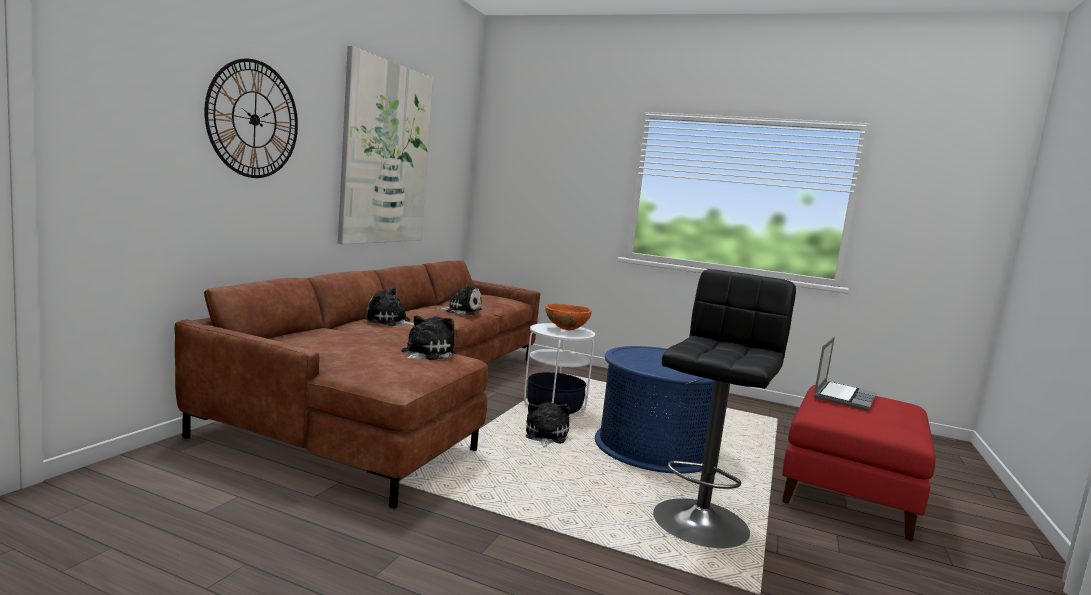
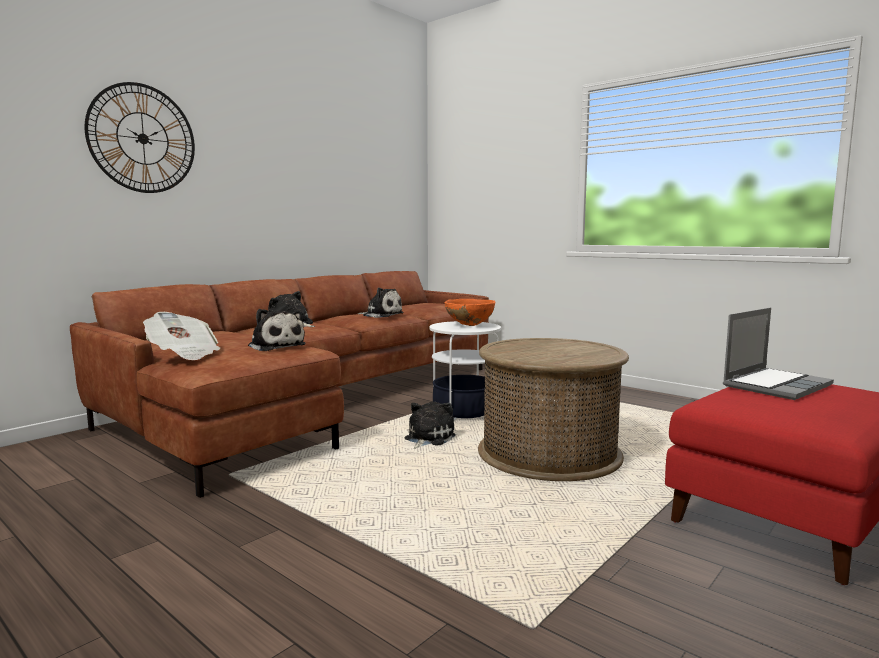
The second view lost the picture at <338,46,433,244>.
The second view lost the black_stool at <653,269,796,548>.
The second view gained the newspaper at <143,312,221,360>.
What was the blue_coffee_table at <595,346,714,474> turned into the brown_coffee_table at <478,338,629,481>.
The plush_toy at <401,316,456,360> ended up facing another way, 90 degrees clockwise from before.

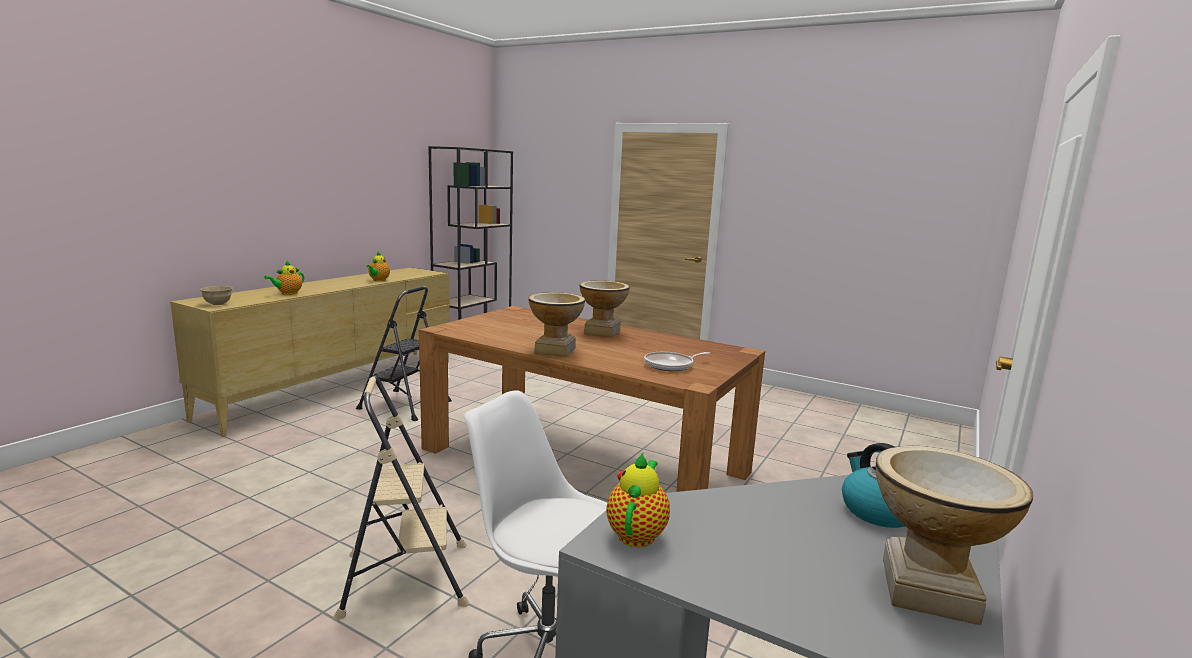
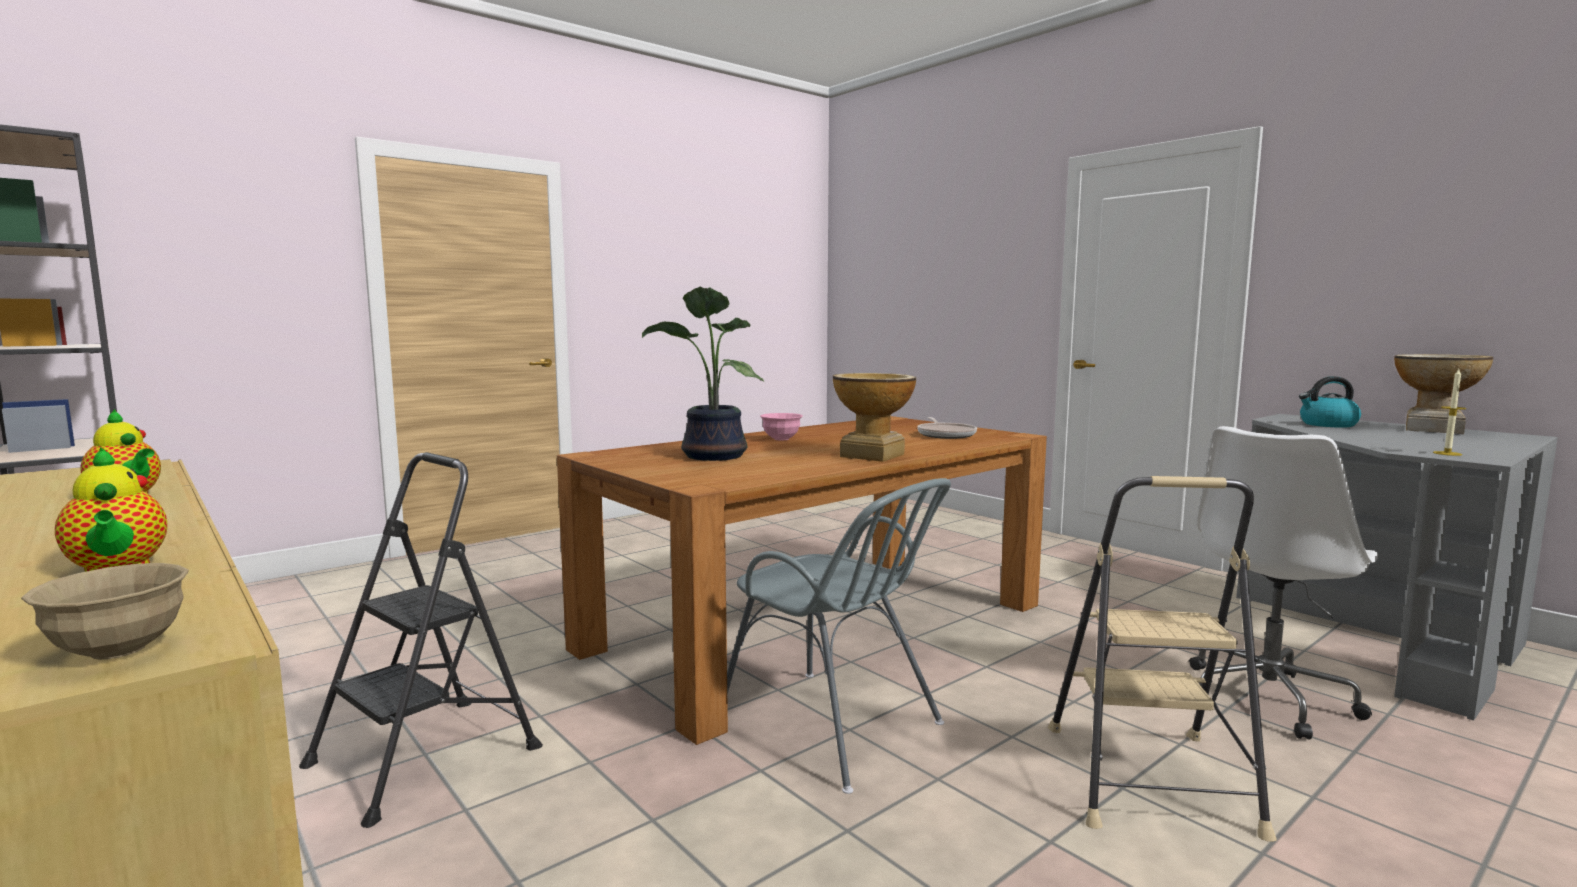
The second view gained the potted_plant at <642,286,764,461>.
The second view gained the grey_chair at <727,478,951,794>.
Where the vase stood at <580,280,630,337>, the pink_bowl came to stand at <760,413,803,441>.
Where the teapot stood at <606,453,670,547>, the candle came to stand at <1433,369,1466,456>.

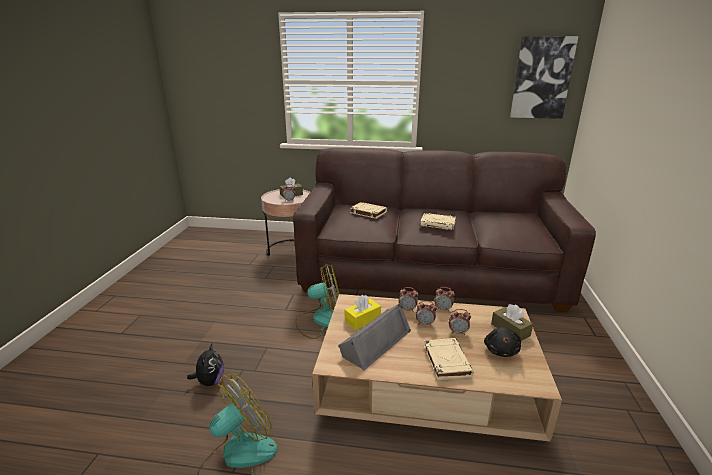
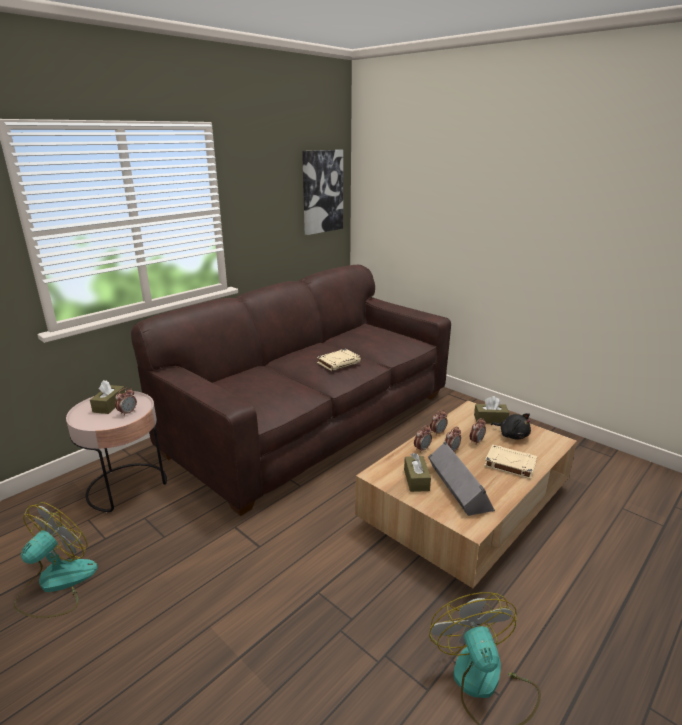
The second view lost the plush_toy at <187,344,224,386>.
The second view lost the beige_book at <350,202,387,219>.
The fan ended up elsewhere, having gone from <295,263,339,339> to <14,502,98,618>.
What was the yellow_tissue_box at <345,295,381,330> turned into the brown_tissue_box at <404,453,431,492>.

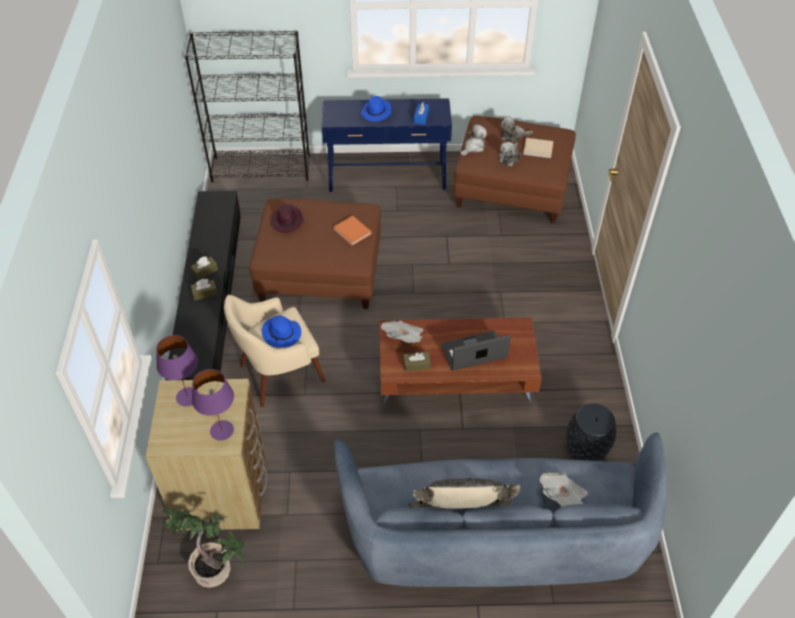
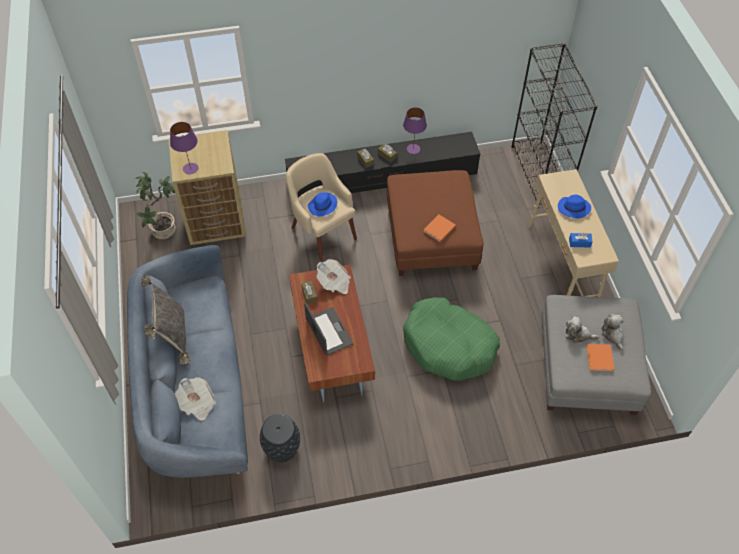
The second view lost the purple_hat at <271,204,304,233>.
The second view lost the plush_toy at <460,124,487,156>.
The second view gained the green_dog_bed at <403,297,500,381>.
The purple_table_lamp ended up elsewhere, having gone from <156,335,199,406> to <403,107,427,154>.
What was the blue_console_table at <322,98,452,192> turned into the beige_console_table at <528,169,619,297>.
What was the brown_ottoman at <454,116,576,223> turned into the grey_ottoman at <542,295,651,415>.
What was the beige_book at <523,138,553,158> turned into the orange_book at <586,344,615,371>.

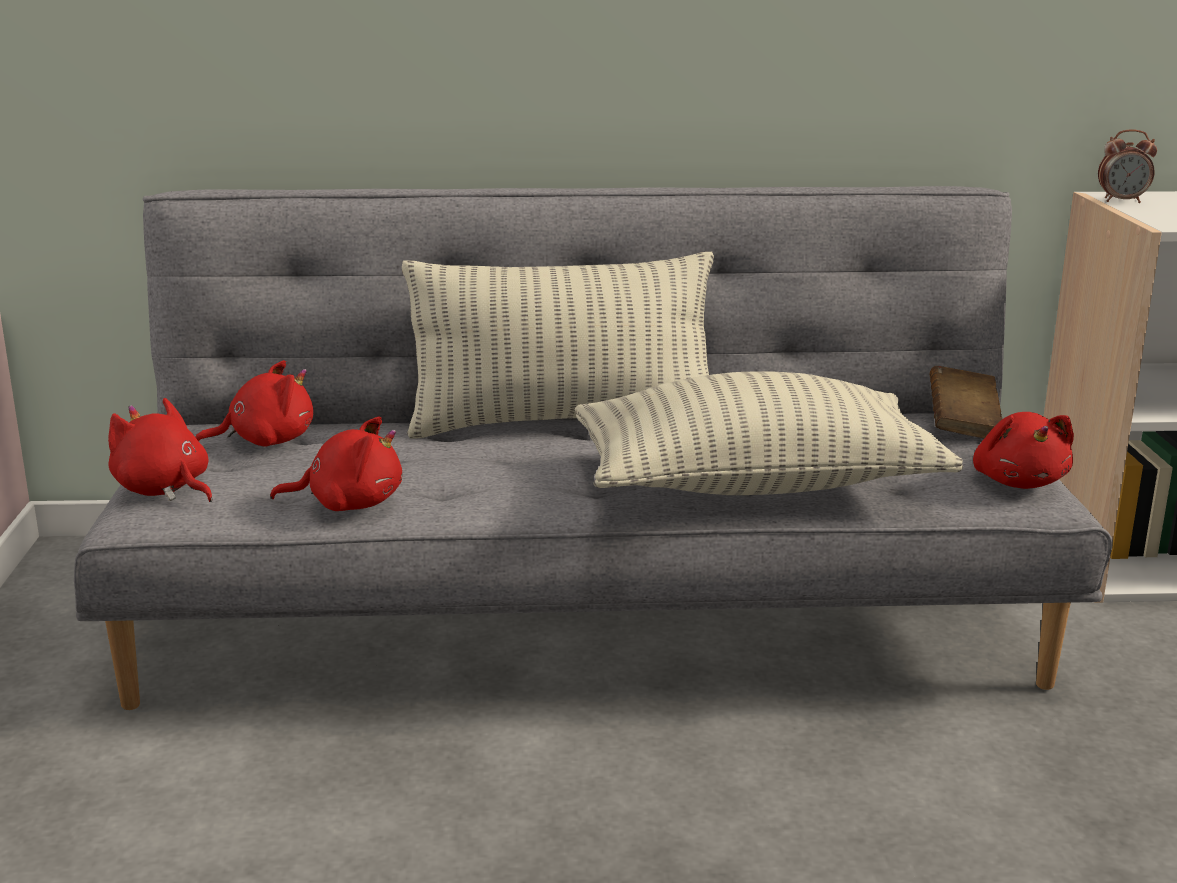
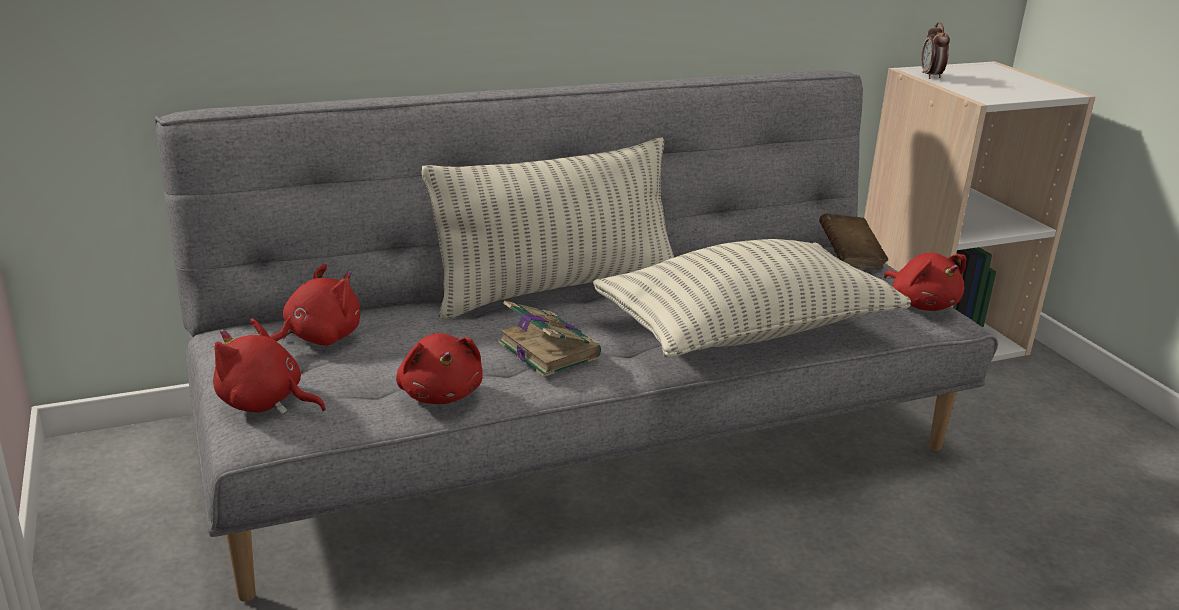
The second view gained the book at <498,301,601,377>.
The red_plush_toy at <270,417,402,511> ended up facing another way, 90 degrees clockwise from before.
The alarm_clock at <1098,129,1157,203> ended up facing another way, 105 degrees clockwise from before.

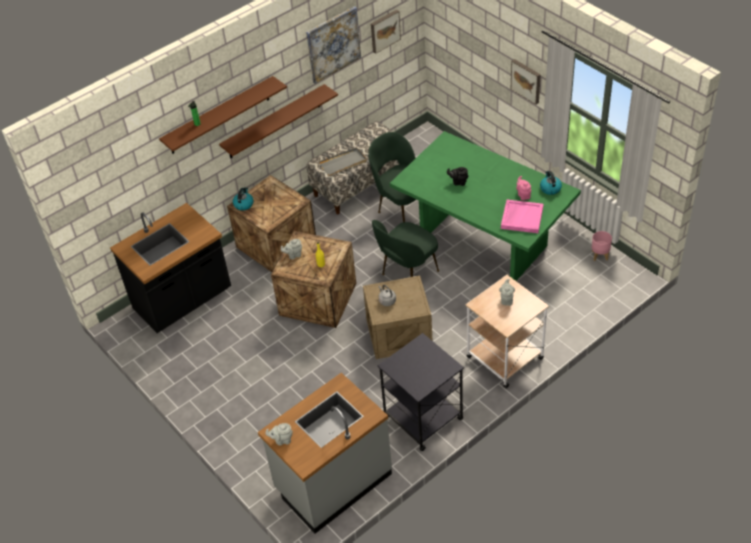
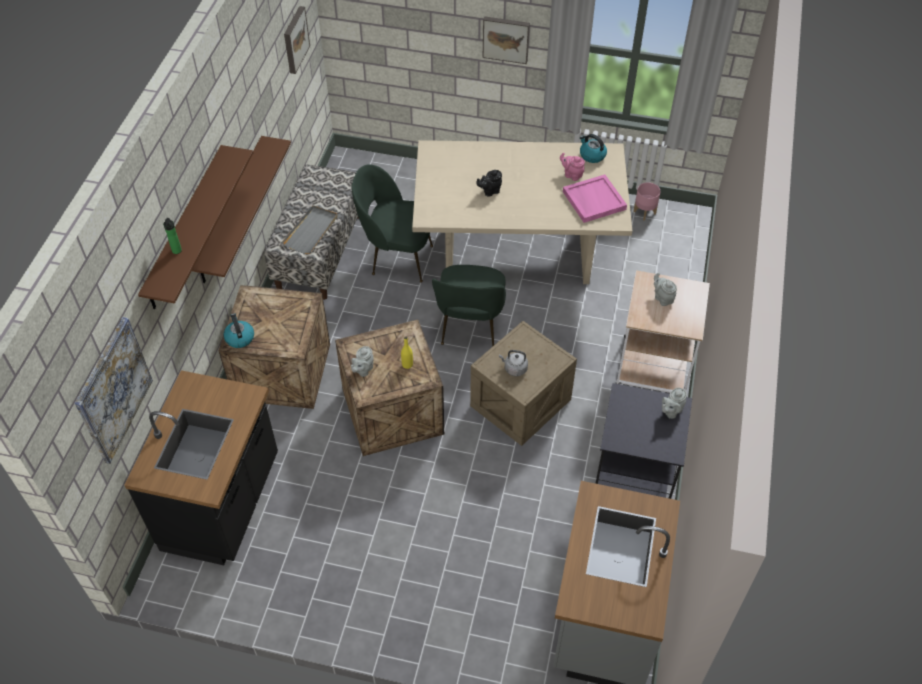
The grey_teapot ended up elsewhere, having gone from <265,423,293,446> to <662,388,687,419>.
The picture ended up elsewhere, having gone from <306,6,361,84> to <75,317,153,464>.
What was the green_dining_table at <390,131,581,281> turned into the beige_dining_table at <412,140,633,284>.

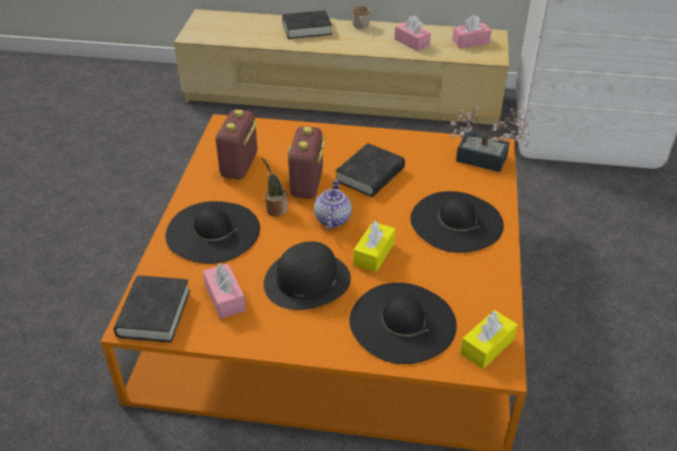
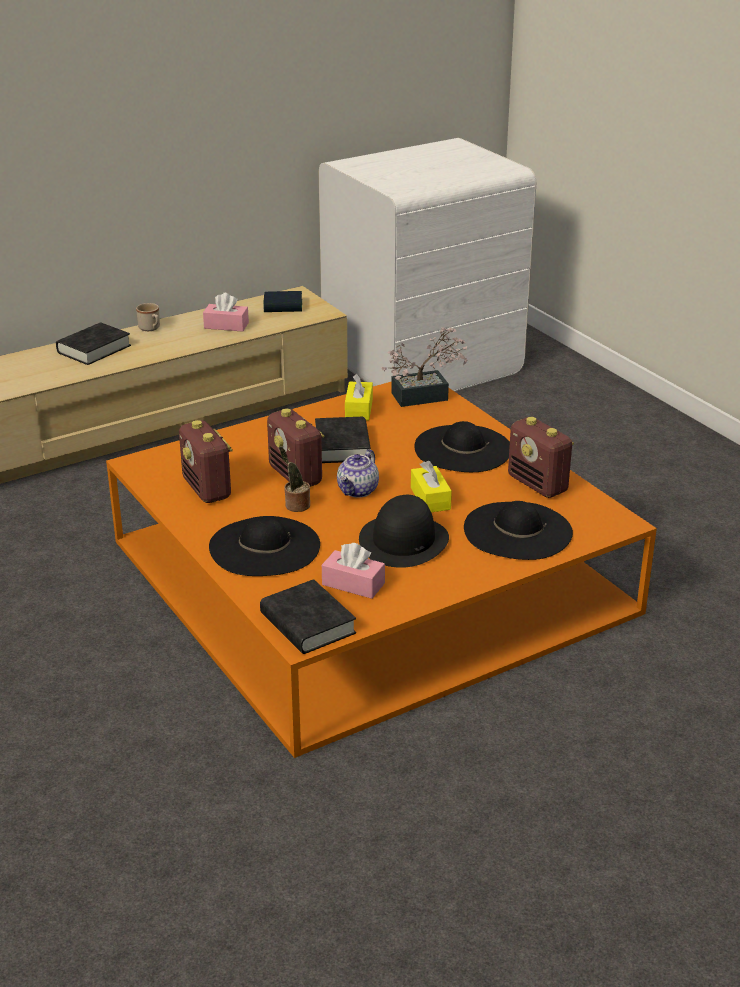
The second view gained the radio at <508,417,574,498>.
The yellow_tissue_box ended up elsewhere, having gone from <460,310,518,369> to <345,374,373,420>.
Where the pink_tissue_box stood at <452,15,491,48>, the book came to stand at <263,291,302,312>.
The teapot at <314,179,352,230> ended up facing another way, 120 degrees counterclockwise from before.

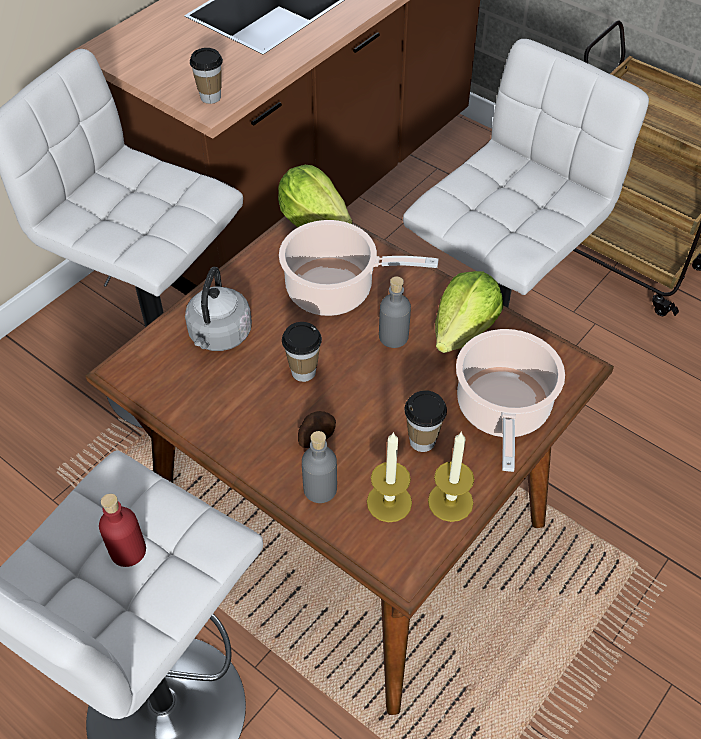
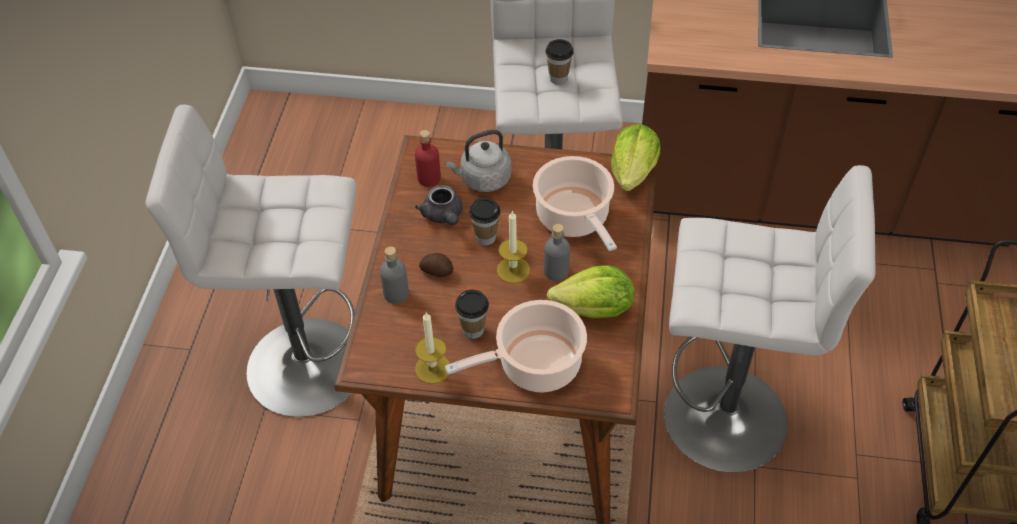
The second view gained the grey_teapot at <415,185,463,225>.
The red_bottle ended up elsewhere, having gone from <99,493,146,567> to <415,130,441,187>.
The cup ended up elsewhere, having gone from <190,48,223,104> to <545,39,574,85>.
The candle ended up elsewhere, having gone from <367,432,412,522> to <497,210,530,283>.

